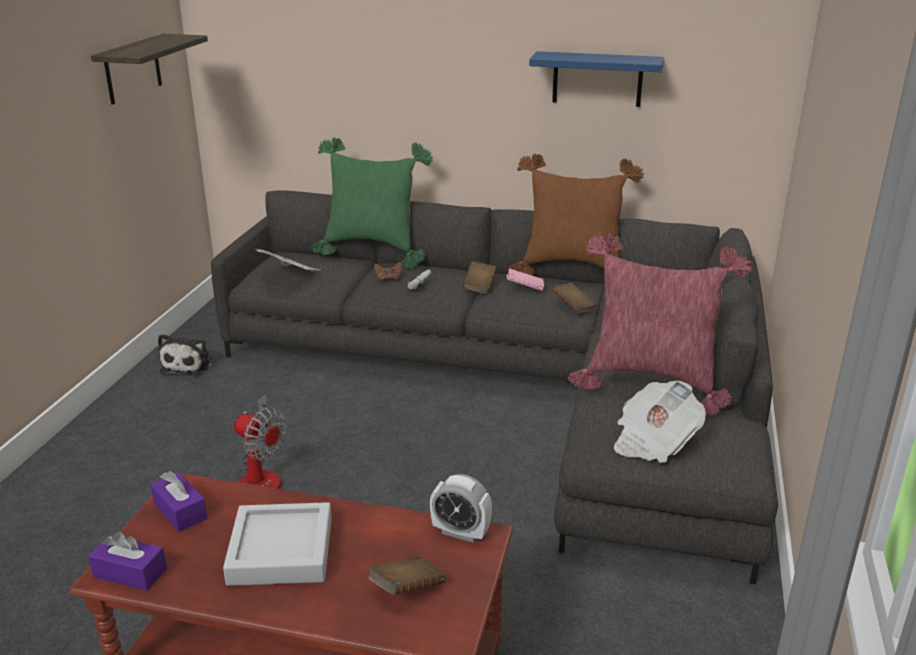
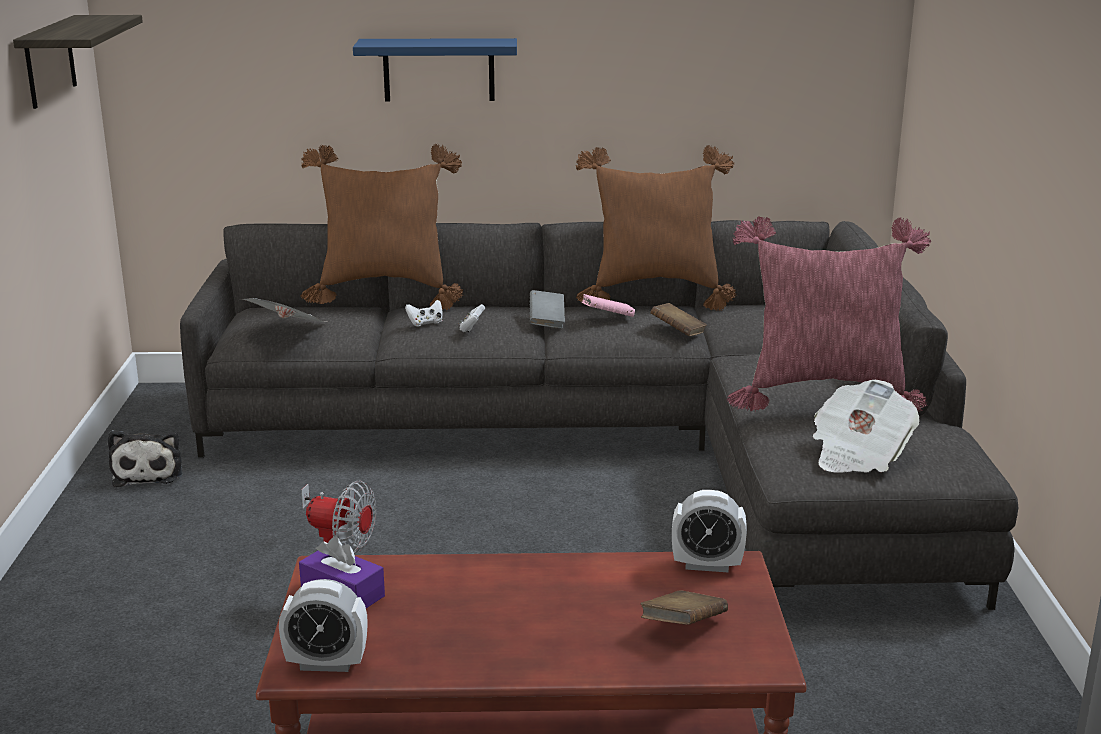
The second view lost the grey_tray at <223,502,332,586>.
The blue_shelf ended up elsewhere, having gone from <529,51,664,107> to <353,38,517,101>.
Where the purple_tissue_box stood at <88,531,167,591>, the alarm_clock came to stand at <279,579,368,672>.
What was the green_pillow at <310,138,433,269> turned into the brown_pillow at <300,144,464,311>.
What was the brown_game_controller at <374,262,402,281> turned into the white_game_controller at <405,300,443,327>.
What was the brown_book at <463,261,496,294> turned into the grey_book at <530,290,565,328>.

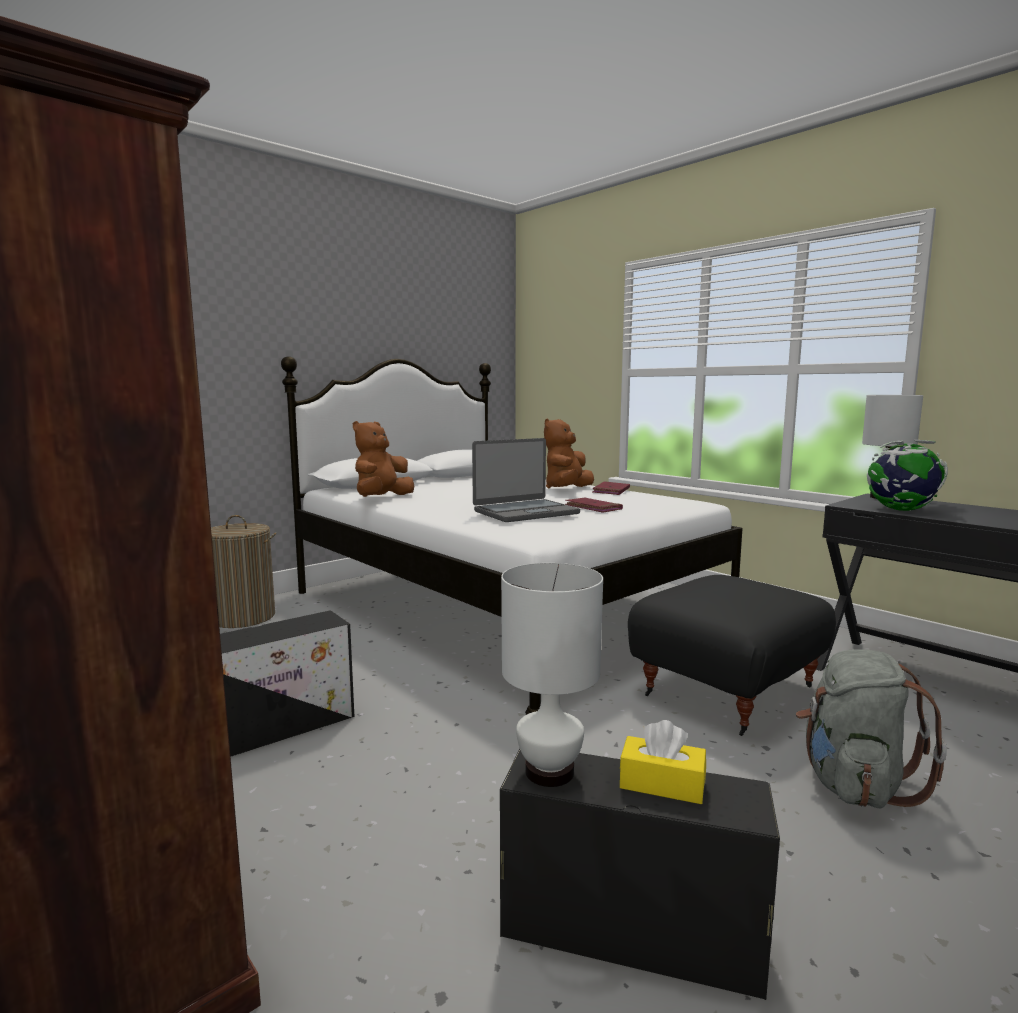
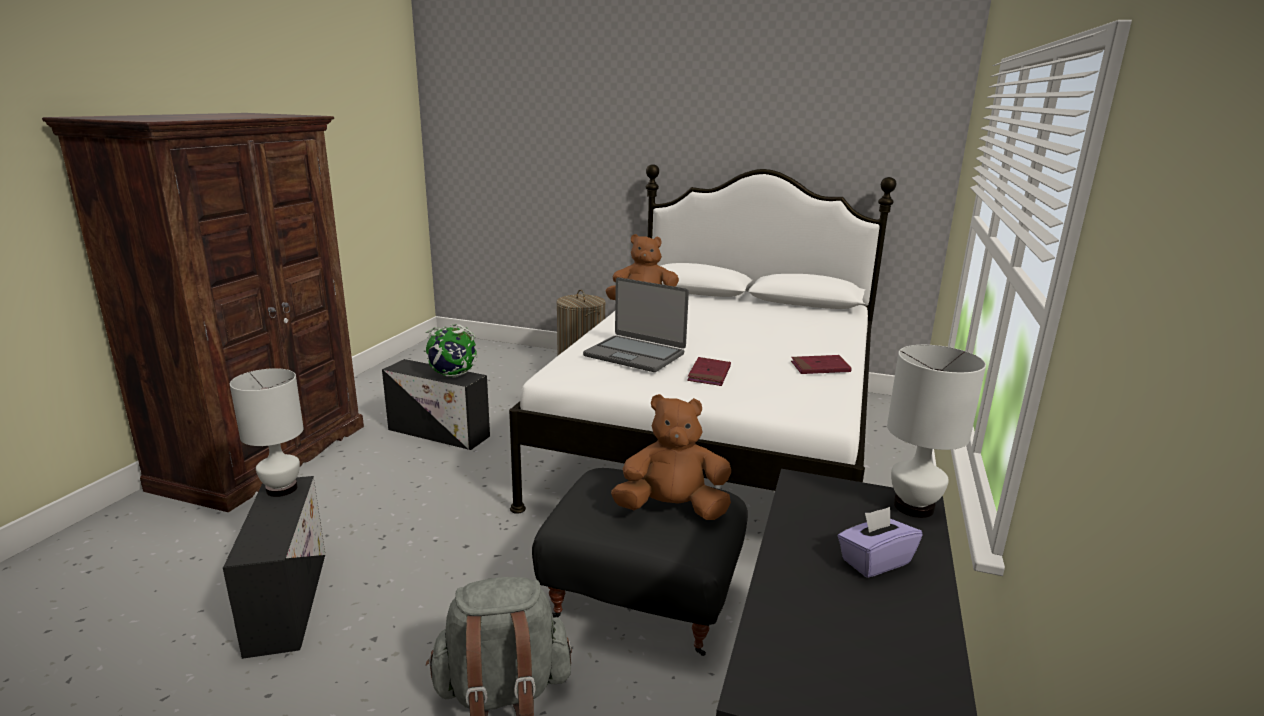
The second view lost the yellow_tissue_box at <620,720,706,804>.
The second view gained the purple_tissue_box at <838,507,923,578>.
The brown_plush_toy ended up elsewhere, having gone from <544,419,594,488> to <611,394,731,520>.
The globe ended up elsewhere, having gone from <868,440,948,511> to <424,324,478,378>.

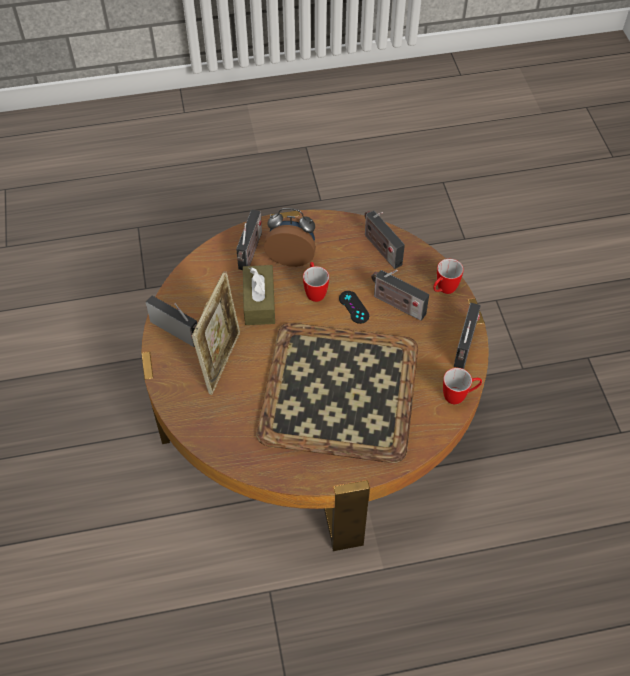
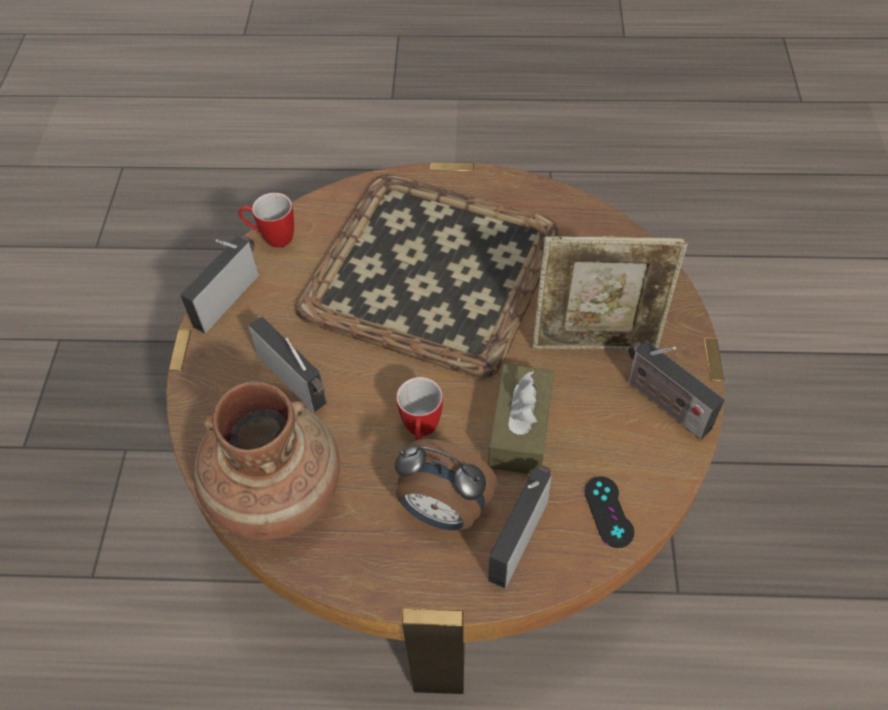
The second view lost the mug at <433,259,464,294>.
The black_game_controller ended up elsewhere, having gone from <339,291,369,324> to <584,476,634,548>.
Where the radio stood at <365,211,405,269>, the brown_vase came to stand at <193,381,340,540>.
The picture_frame at <192,271,240,395> ended up facing another way, 120 degrees counterclockwise from before.

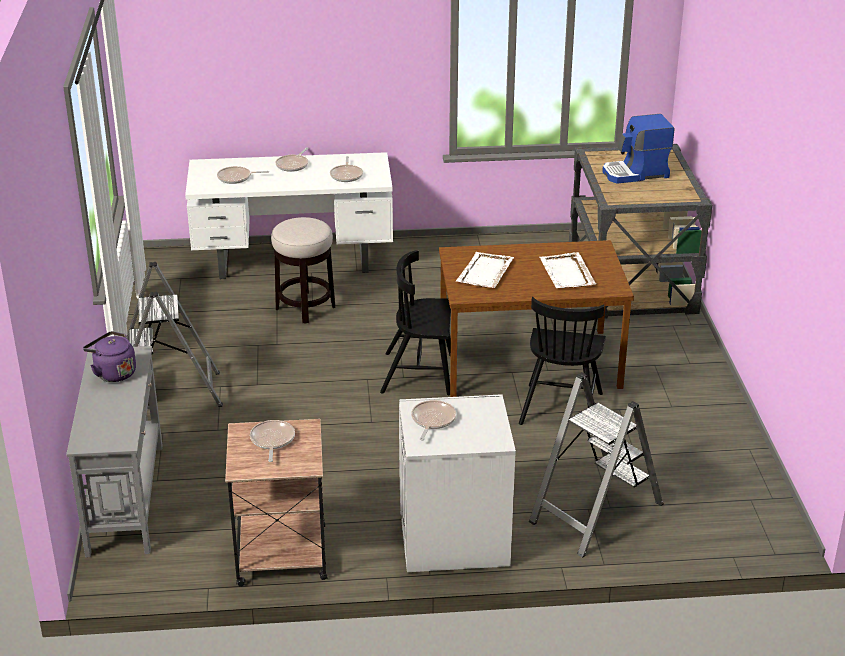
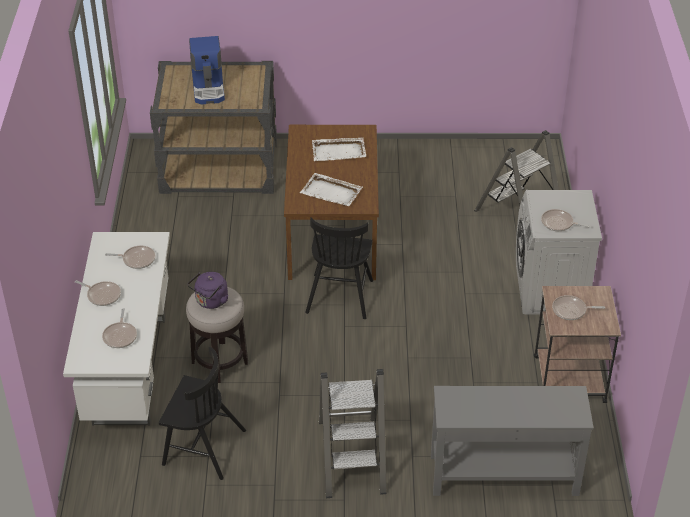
The purple_kettle ended up elsewhere, having gone from <83,331,136,382> to <188,272,228,309>.
The black_chair ended up elsewhere, having gone from <519,297,606,425> to <159,347,246,480>.

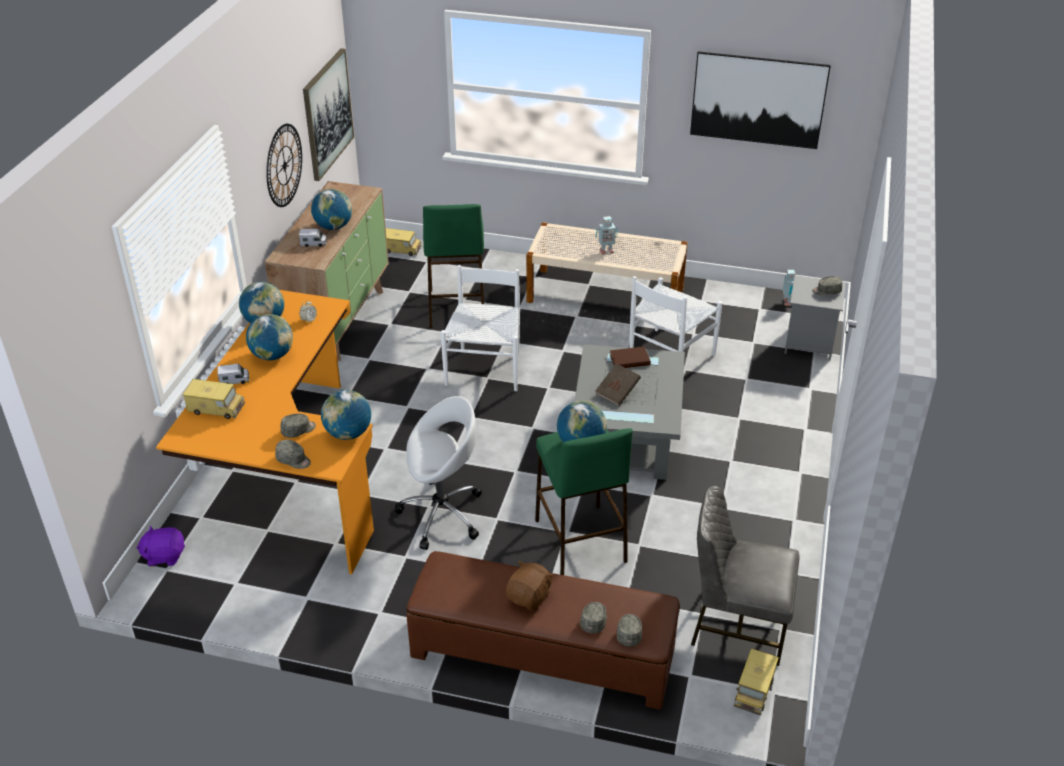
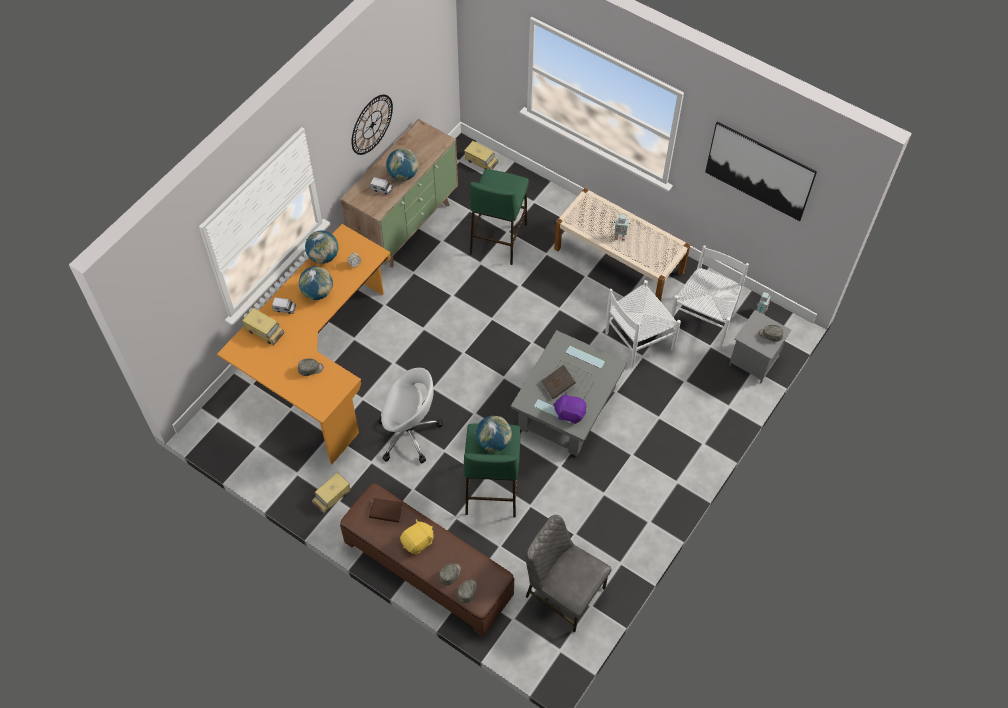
The second view lost the grey_cap at <275,440,311,469>.
The second view lost the picture at <303,48,354,181>.
The second view lost the globe at <321,390,371,440>.
The purple_plush_toy ended up elsewhere, having gone from <137,526,185,566> to <553,393,586,424>.
The white_chair ended up elsewhere, having gone from <441,265,520,391> to <671,245,749,348>.
The brown_book ended up elsewhere, having gone from <610,347,651,368> to <369,498,403,523>.
The toy_truck ended up elsewhere, having gone from <734,648,779,716> to <312,472,350,514>.
What was the brown_plush_toy at <506,561,554,611> turned into the yellow_plush_toy at <400,519,433,554>.

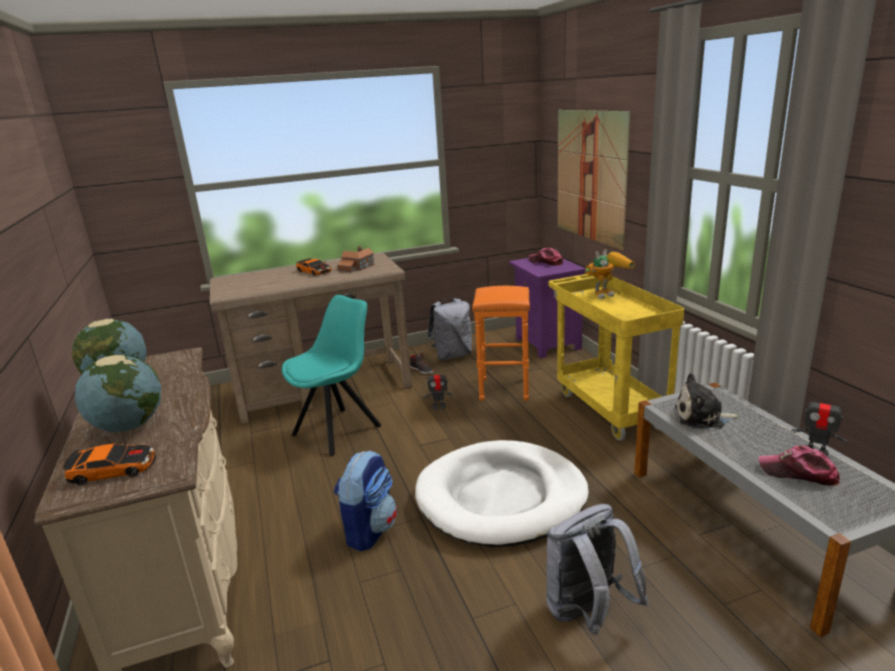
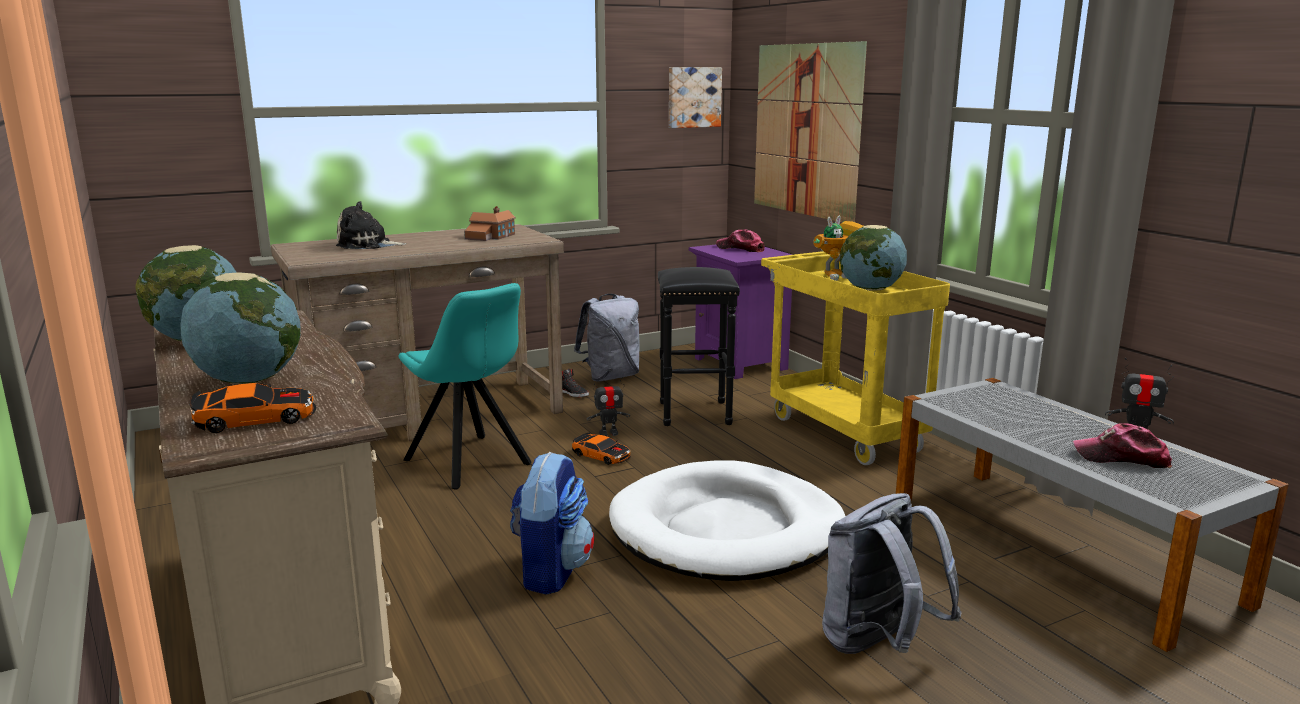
The second view gained the picture at <669,67,722,128>.
The second view gained the globe at <840,225,907,291>.
The toy_car ended up elsewhere, having gone from <296,258,331,276> to <572,432,631,465>.
The plush_toy ended up elsewhere, having gone from <675,373,740,429> to <336,201,406,249>.
What was the orange_stool at <472,286,530,401> turned into the black_stool at <658,267,740,426>.
The turquoise_chair at <282,295,381,456> ended up facing another way, 105 degrees clockwise from before.

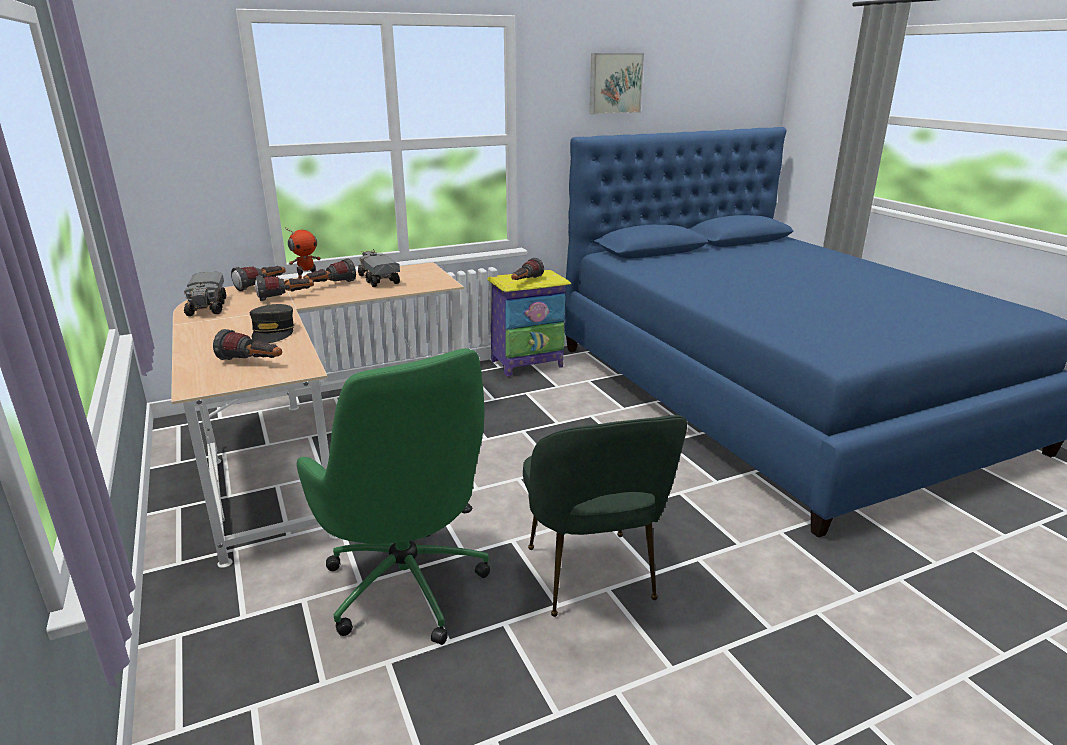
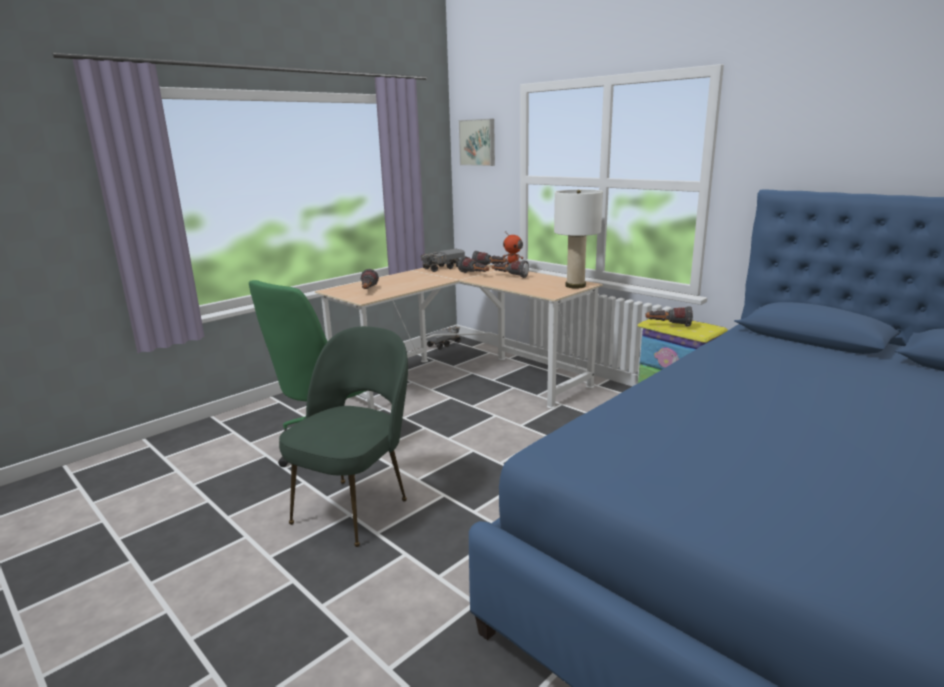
The second view lost the grey_cap at <250,304,295,343>.
The second view gained the white_table_lamp at <554,189,603,289>.
The toy_truck ended up elsewhere, having gone from <358,249,400,287> to <426,325,461,350>.
The picture ended up elsewhere, having gone from <589,53,644,115> to <459,119,495,166>.
The green_chair at <523,415,687,617> ended up facing another way, 150 degrees clockwise from before.

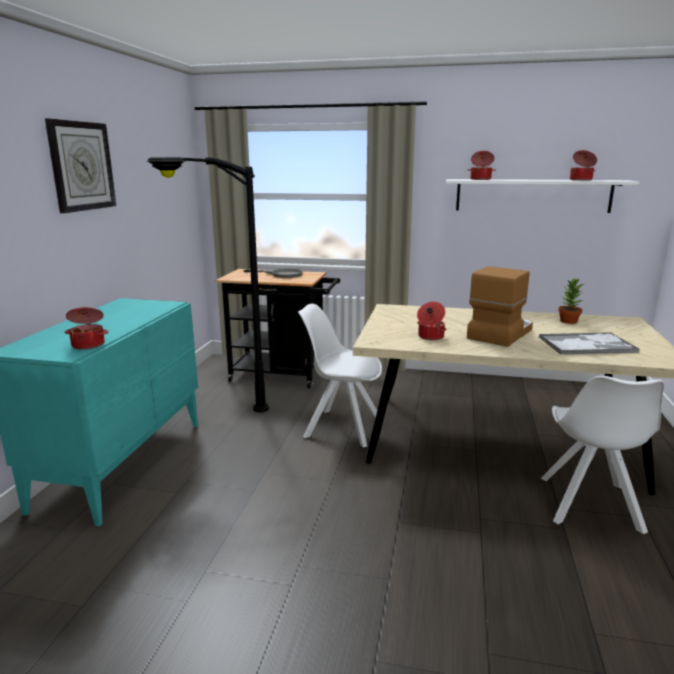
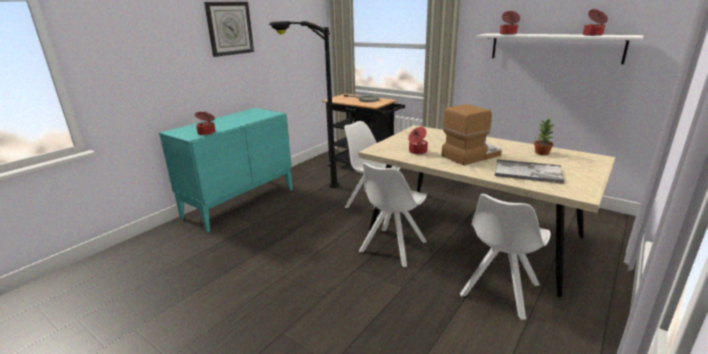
The second view gained the white_chair at <359,163,427,267>.

